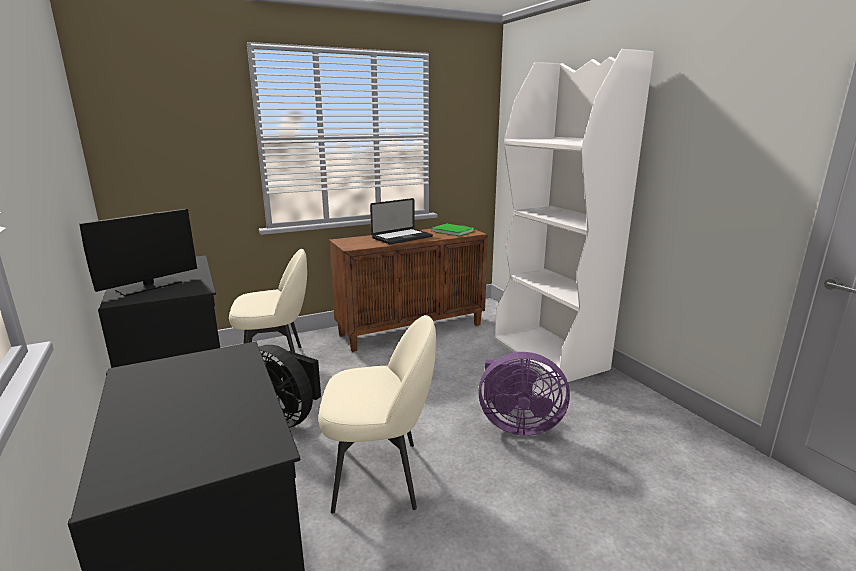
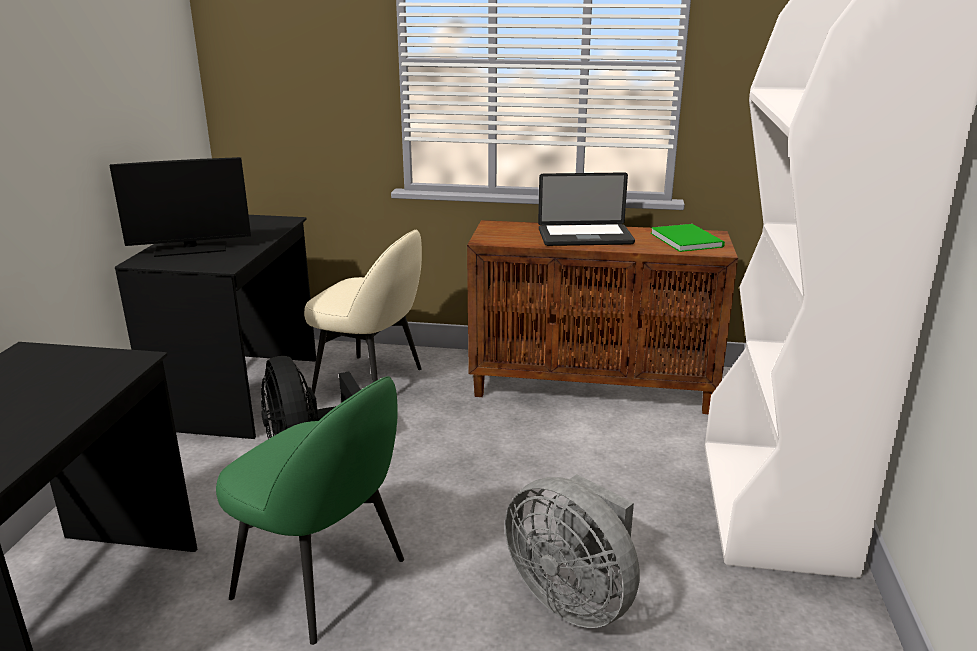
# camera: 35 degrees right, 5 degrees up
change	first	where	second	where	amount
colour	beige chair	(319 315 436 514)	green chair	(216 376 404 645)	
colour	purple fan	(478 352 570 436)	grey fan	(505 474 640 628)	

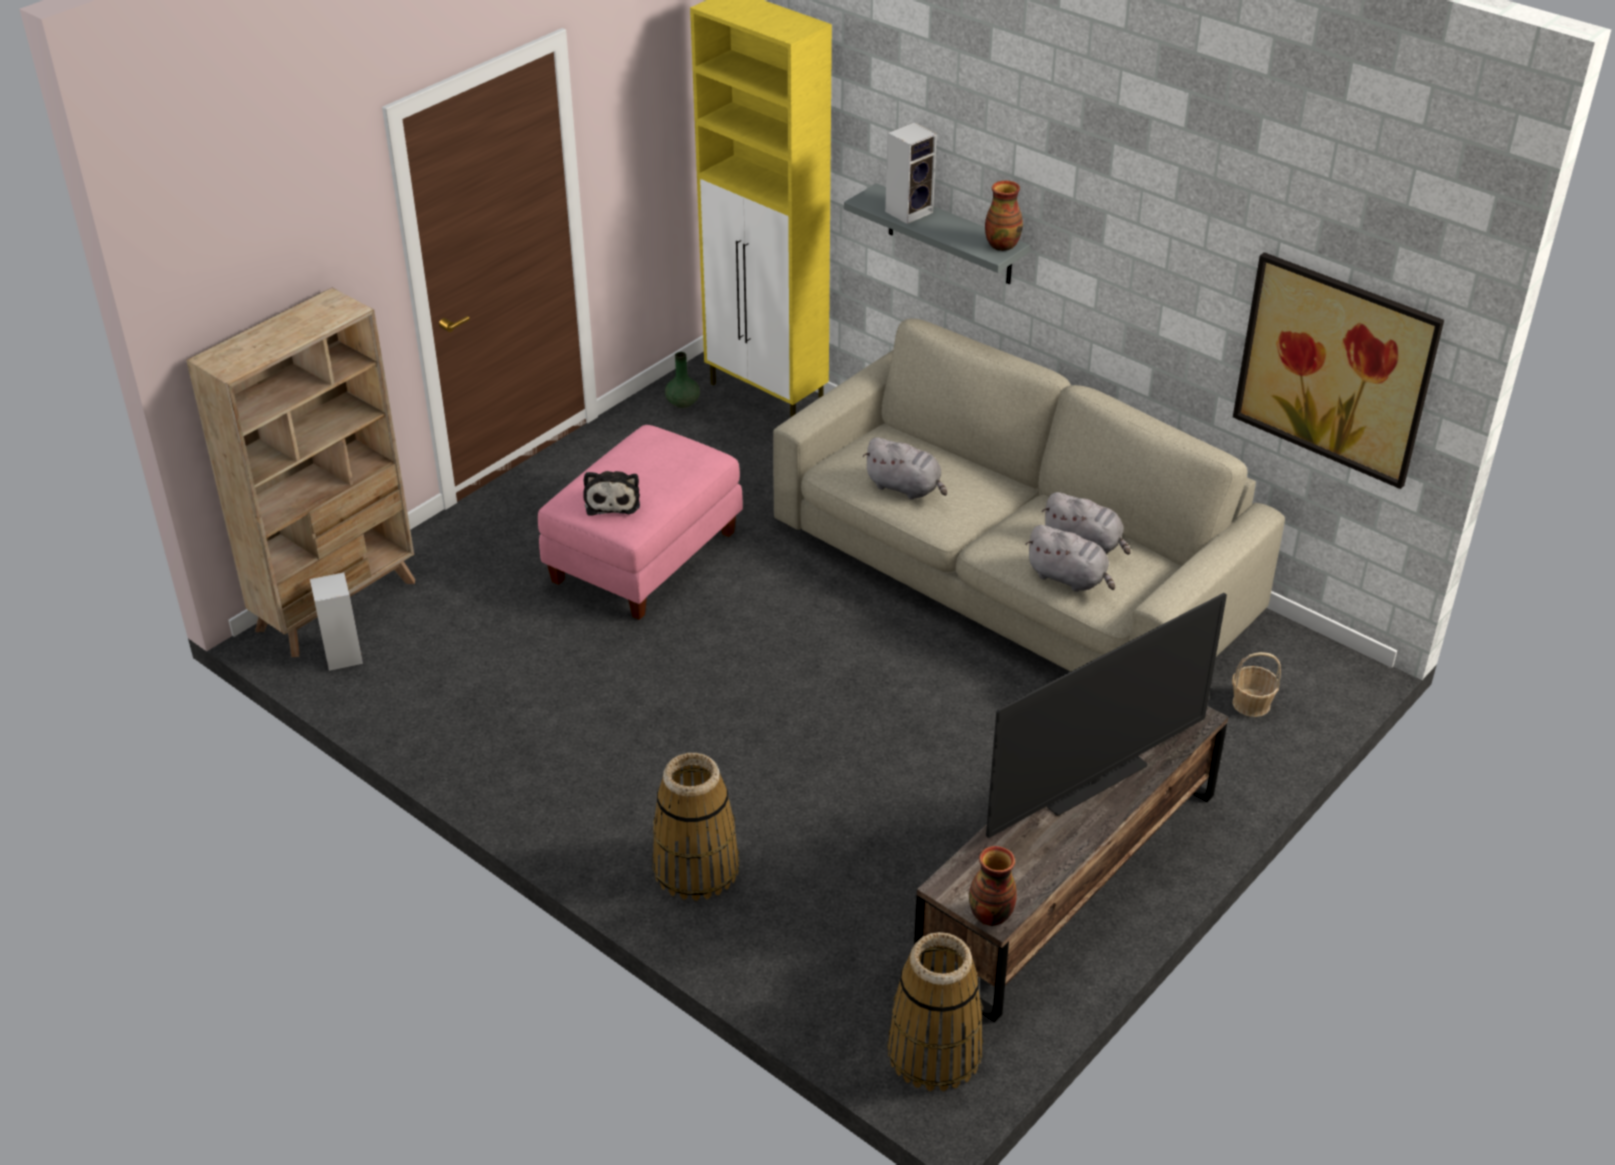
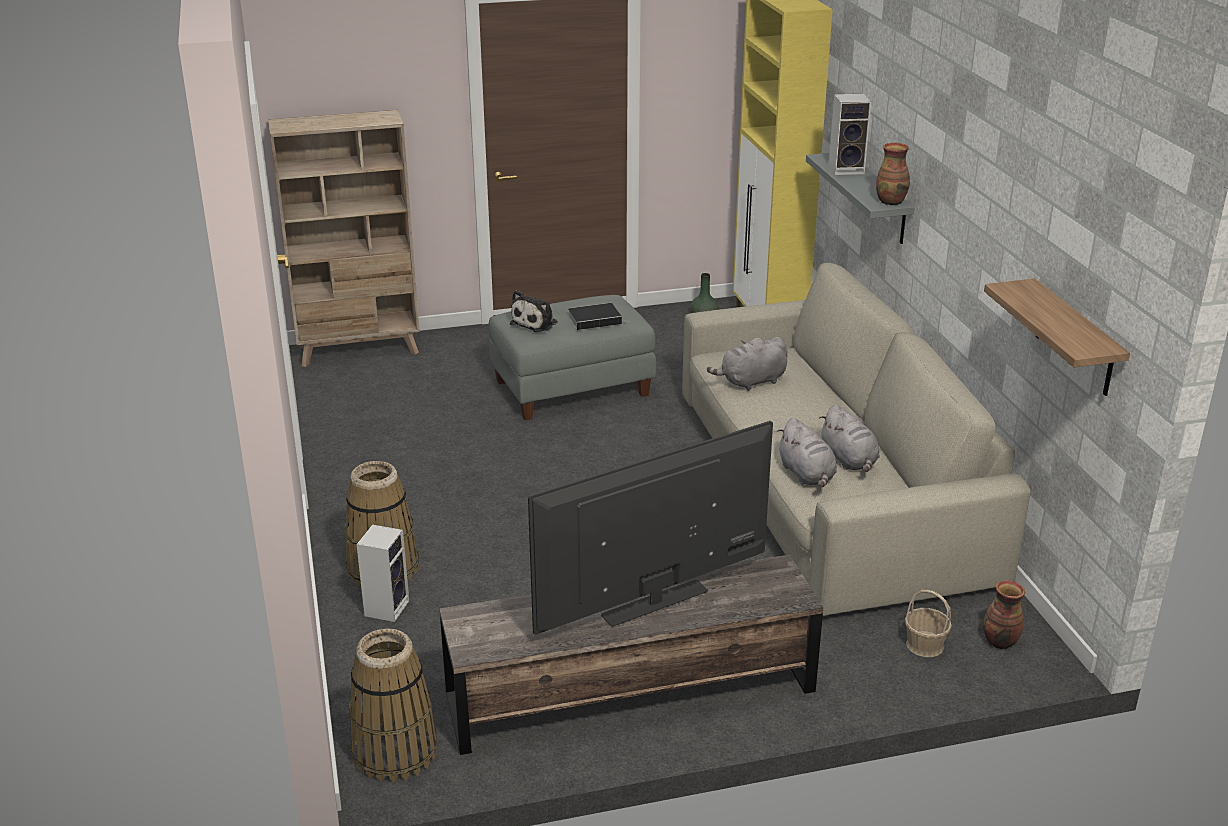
# camera: 35 degrees right, 10 degrees down
change	first	where	second	where	amount
relocated	speaker	(310 572 363 671)		(357 524 409 622)	
colour	pink ottoman	(538 425 743 620)	grey ottoman	(489 295 656 420)	
spun	television	(986 593 1227 838)		(528 421 773 635)	150 degrees clockwise
appeared			book	(568 303 628 330)	
spun	grey plush toy	(863 437 947 500)		(707 337 787 391)	90 degrees clockwise
relocated	vase	(969 846 1017 926)		(983 580 1025 649)	
exchanged	picture	(1233 252 1444 489)	shelf	(984 278 1130 396)	

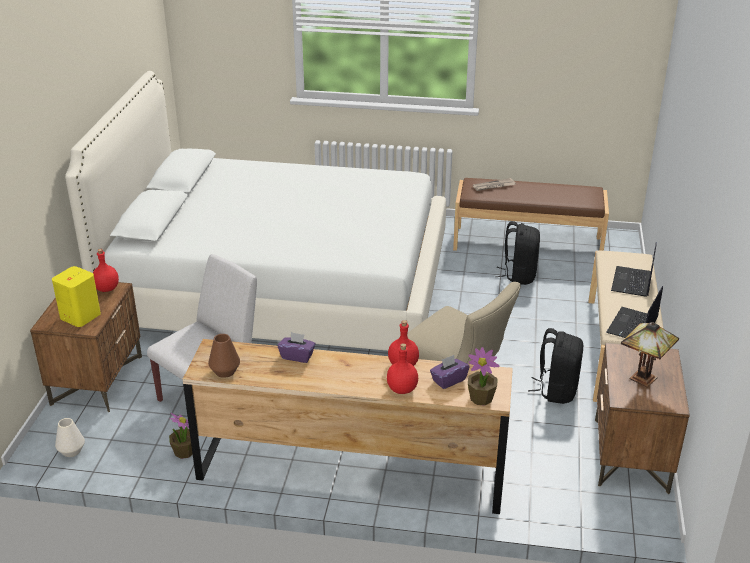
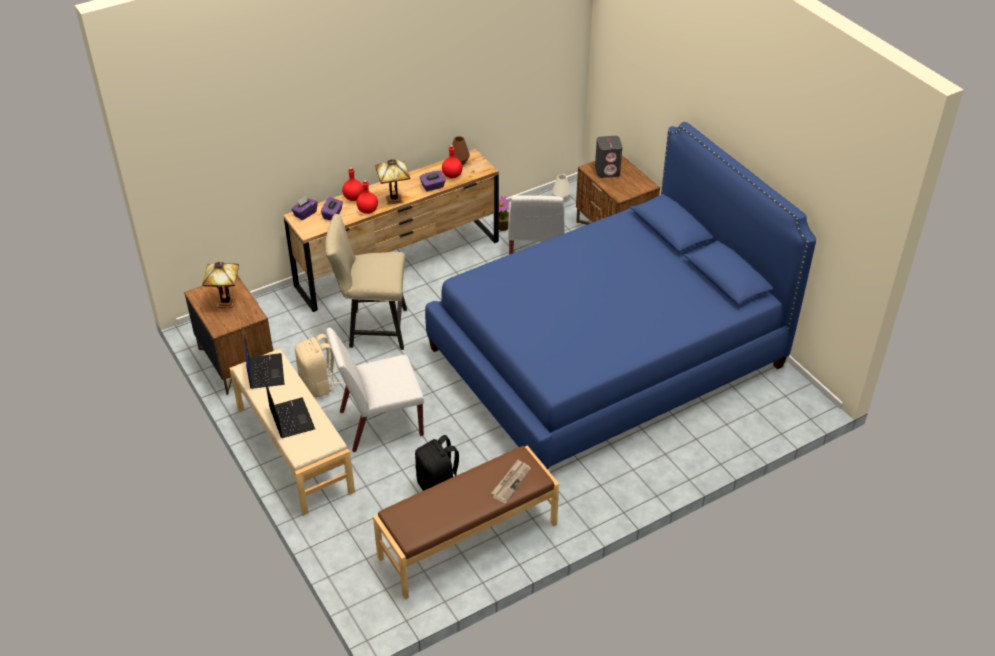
# camera: 140 degrees right, 10 degrees up
change	first	where	second	where	amount
exchanged	potted plant	(468 347 500 406)	purple tissue box	(291 196 318 220)	
colour	black backpack	(528 328 583 404)	beige backpack	(295 334 344 397)	
appeared			white chair	(326 328 424 452)	
appeared			table lamp	(375 159 410 204)	
colour	white bed	(65 71 446 351)	blue bed	(425 122 816 469)	
relocated	red bottle	(93 249 119 292)		(442 145 463 178)	
colour	yellow speaker	(52 266 101 327)	grey speaker	(595 136 622 178)	

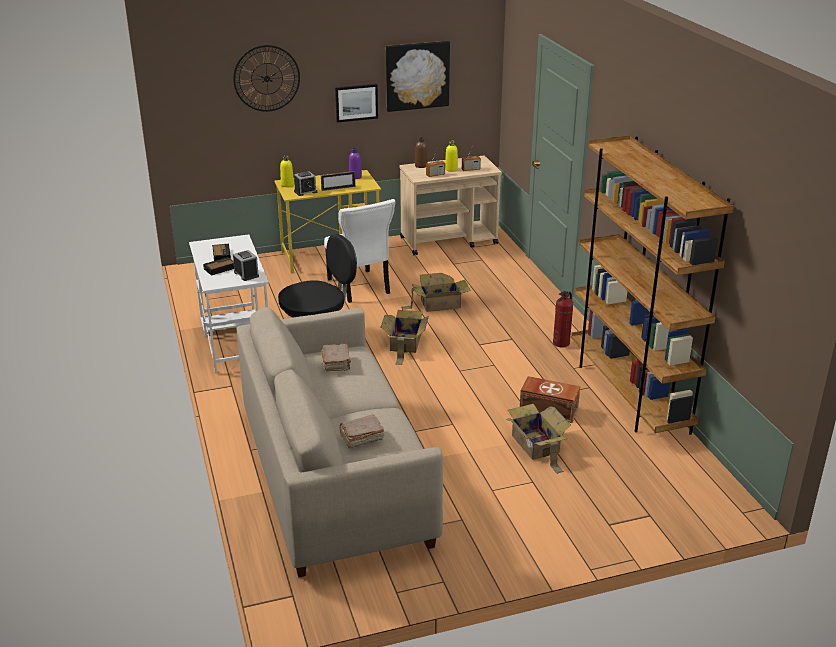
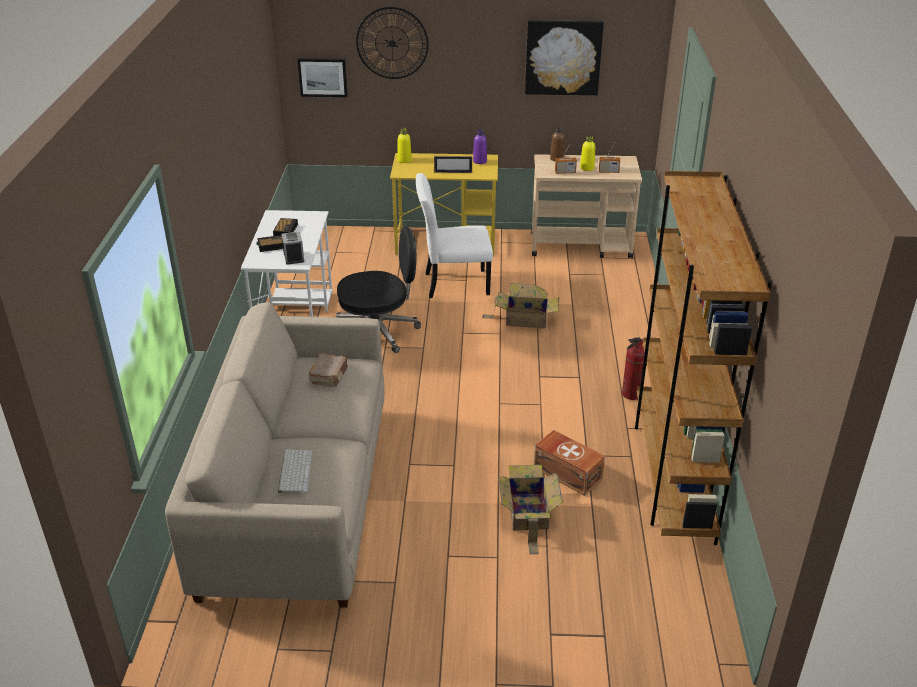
# camera: 20 degrees right, 5 degrees up
change	first	where	second	where	amount
exchanged	brown book	(339 415 384 448)	keyboard	(278 449 312 493)	
relocated	picture	(335 84 378 123)		(297 58 348 97)	
spun	white chair	(324 199 395 303)		(416 173 493 298)	90 degrees clockwise
missing	alarm clock	(294 171 317 196)			
missing	cardboard box	(381 310 429 365)			

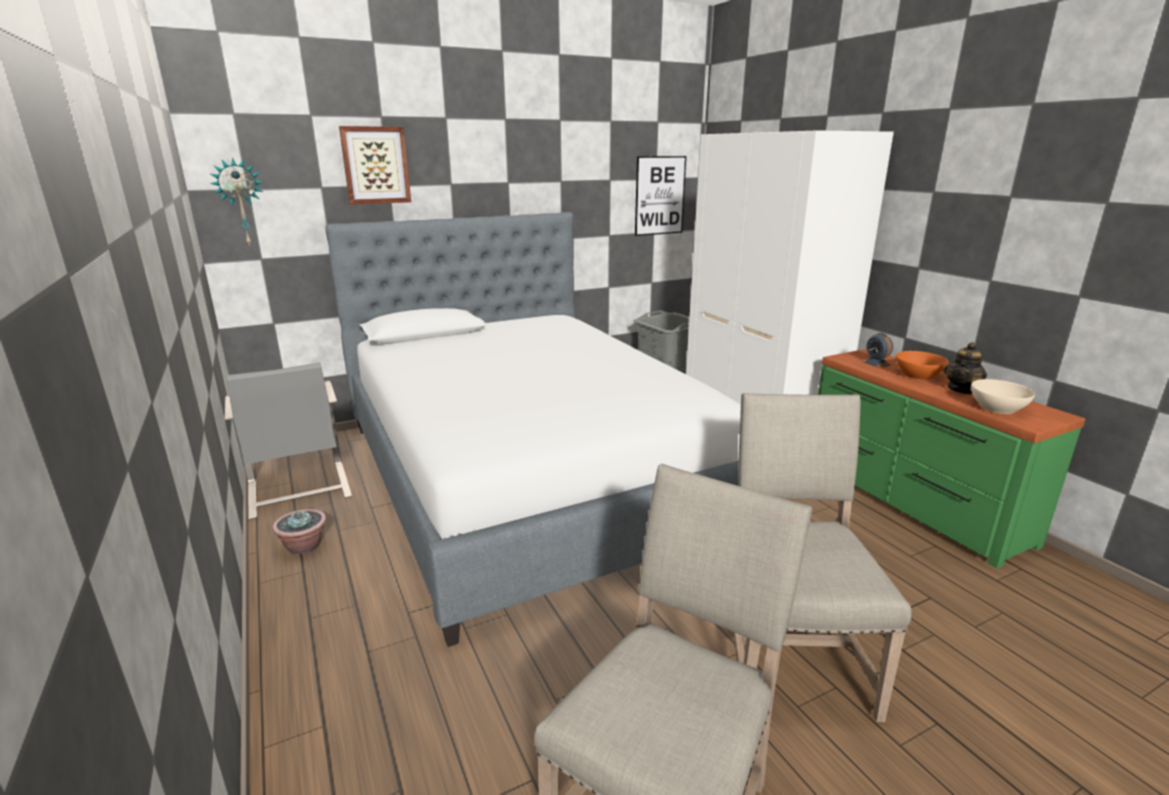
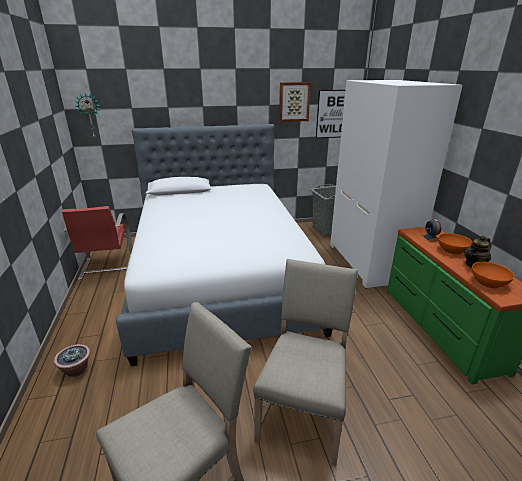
# camera: 15 degrees right, 5 degrees up
change	first	where	second	where	amount
relocated	potted plant	(272 509 326 555)		(54 344 90 377)	
colour	grey chair	(224 363 352 520)	red chair	(62 206 132 280)	
relocated	picture	(339 126 411 205)		(279 82 311 122)	
colour	beige bowl	(971 379 1035 414)	orange bowl	(472 262 514 288)	

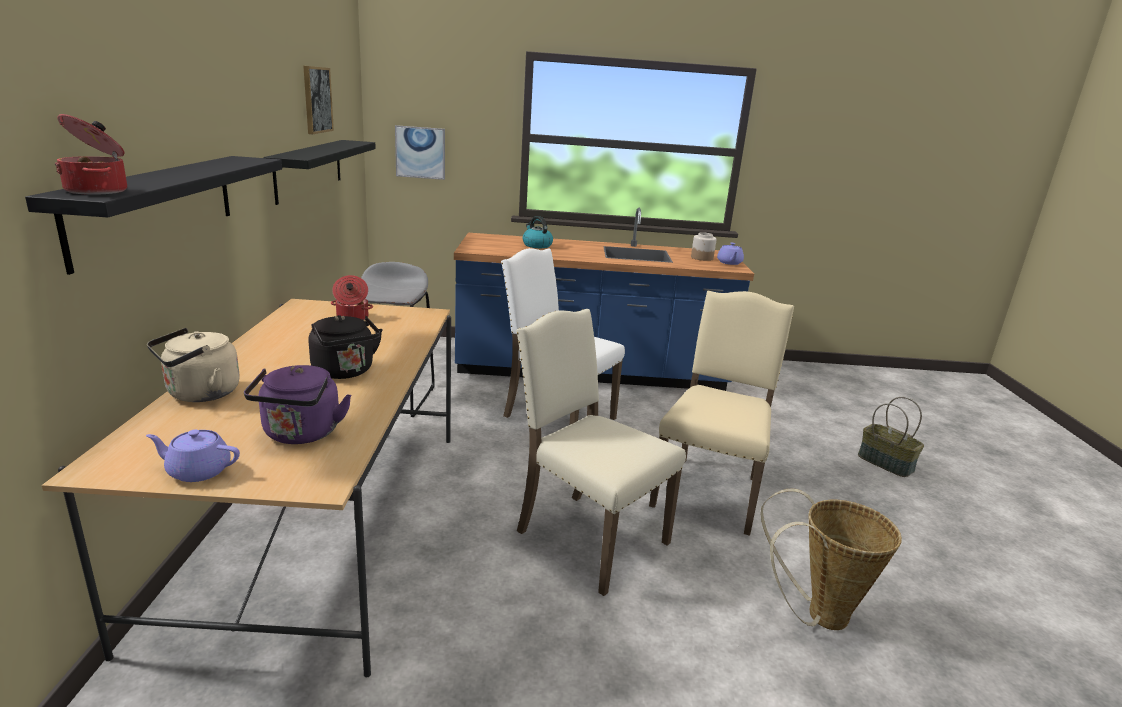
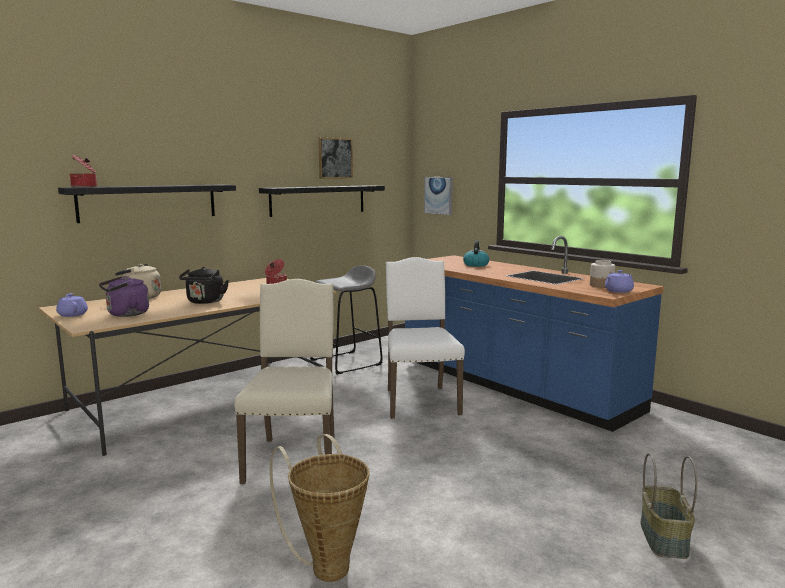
# camera: 50 degrees right, 10 degrees down
change	first	where	second	where	amount
missing	beige chair	(649 291 794 536)			

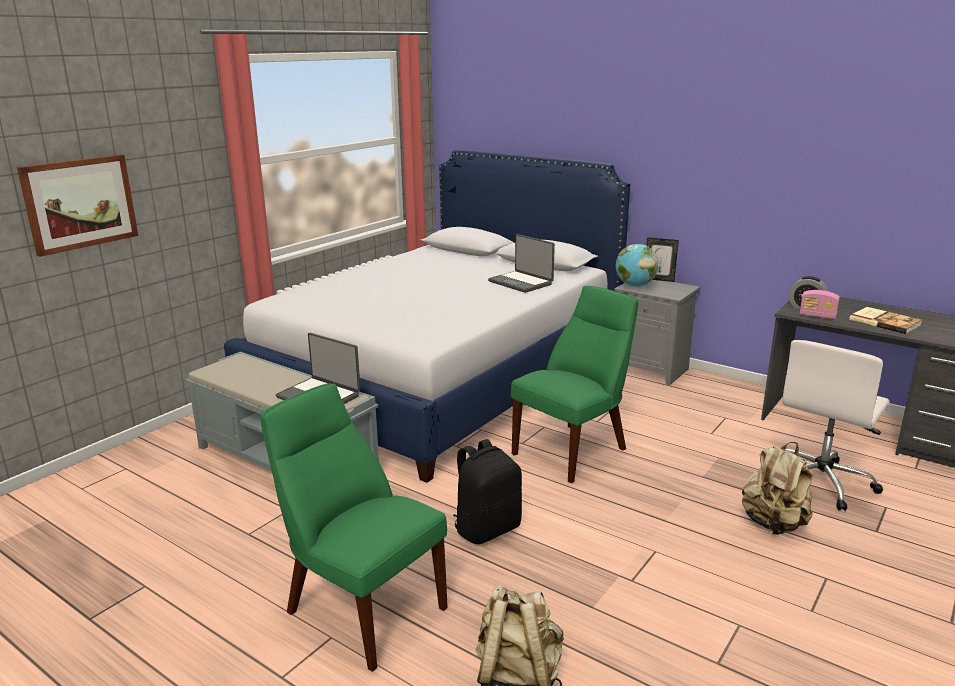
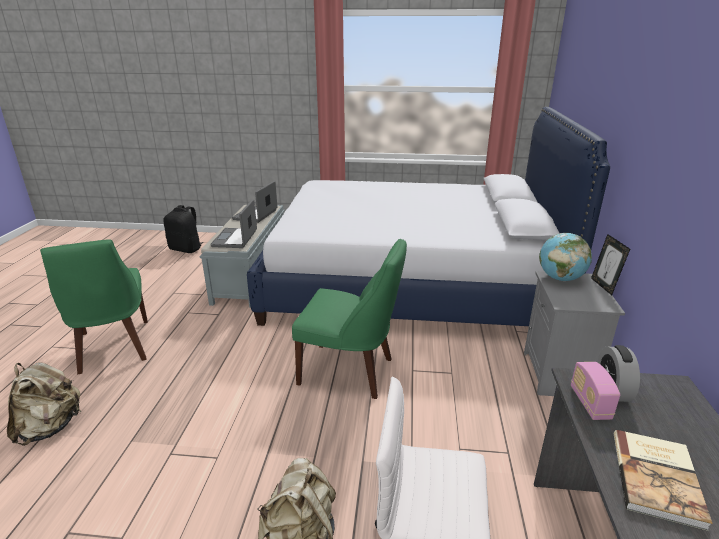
# camera: 60 degrees right, 5 degrees up
change	first	where	second	where	amount
spun	green chair	(260 383 448 672)		(40 239 148 374)	150 degrees clockwise
relocated	black backpack	(453 439 522 544)		(163 205 203 253)	
relocated	laptop	(488 234 555 293)		(232 181 277 223)	
missing	picture	(17 154 138 257)			

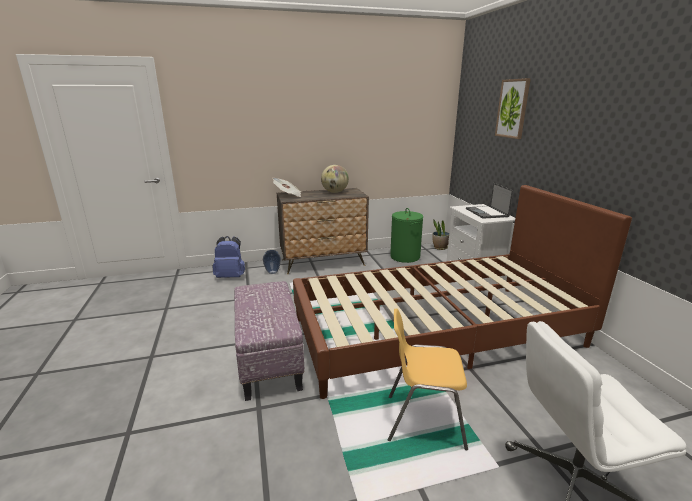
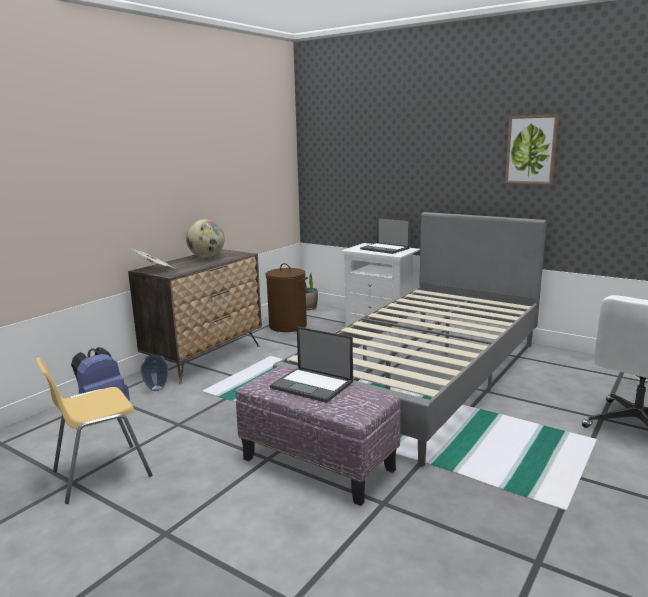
# camera: 40 degrees left, 5 degrees down
change	first	where	second	where	amount
relocated	yellow chair	(388 308 468 451)		(36 357 152 504)	
colour	green laundry basket	(390 208 423 263)	brown laundry basket	(265 263 308 332)	
appeared			laptop	(270 327 353 403)	
colour	brown bed	(293 185 632 399)	grey bed	(273 212 547 467)	
relocated	picture	(495 78 531 139)		(505 114 559 184)	

